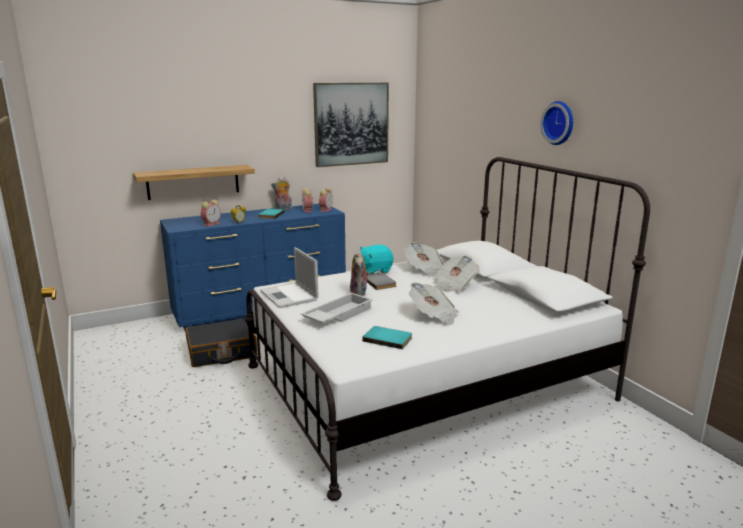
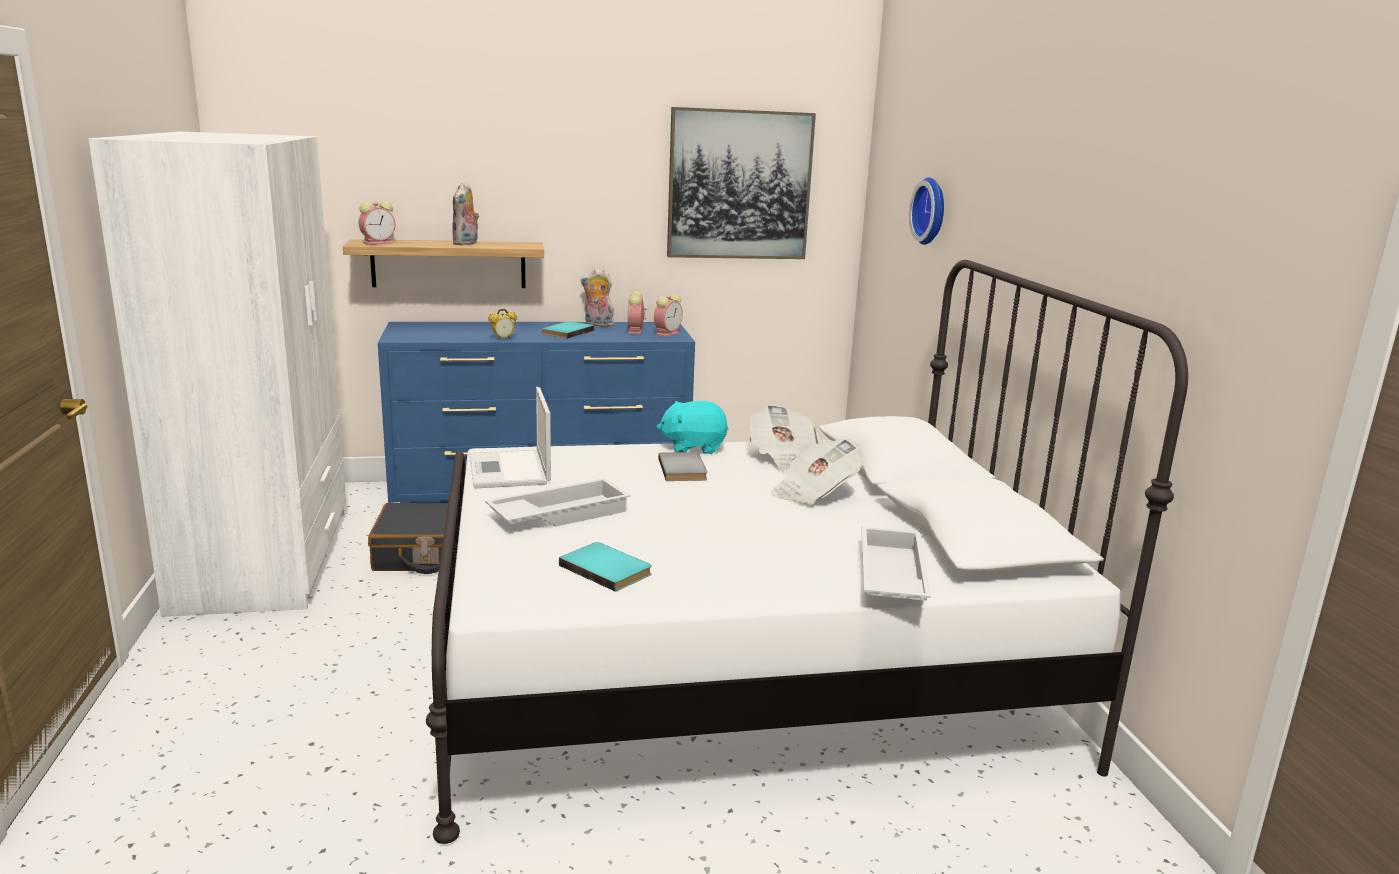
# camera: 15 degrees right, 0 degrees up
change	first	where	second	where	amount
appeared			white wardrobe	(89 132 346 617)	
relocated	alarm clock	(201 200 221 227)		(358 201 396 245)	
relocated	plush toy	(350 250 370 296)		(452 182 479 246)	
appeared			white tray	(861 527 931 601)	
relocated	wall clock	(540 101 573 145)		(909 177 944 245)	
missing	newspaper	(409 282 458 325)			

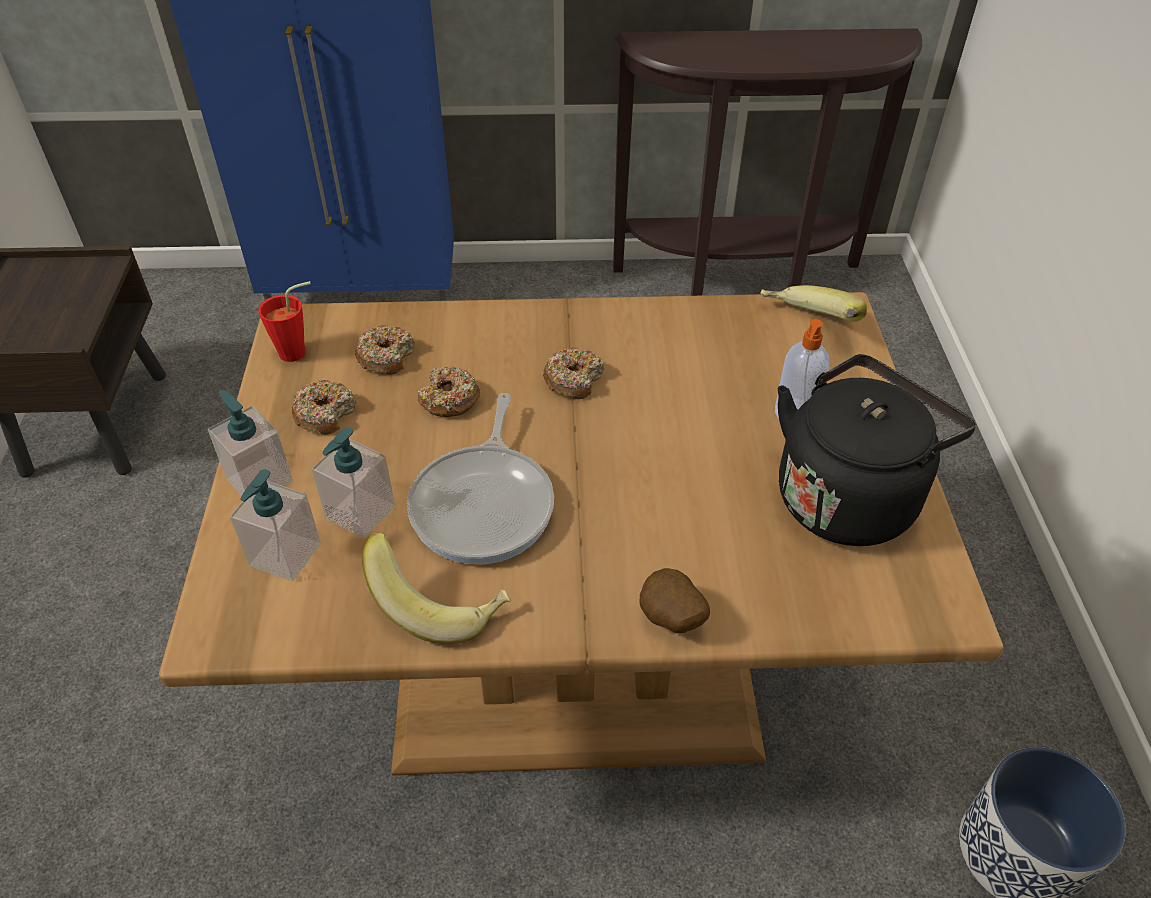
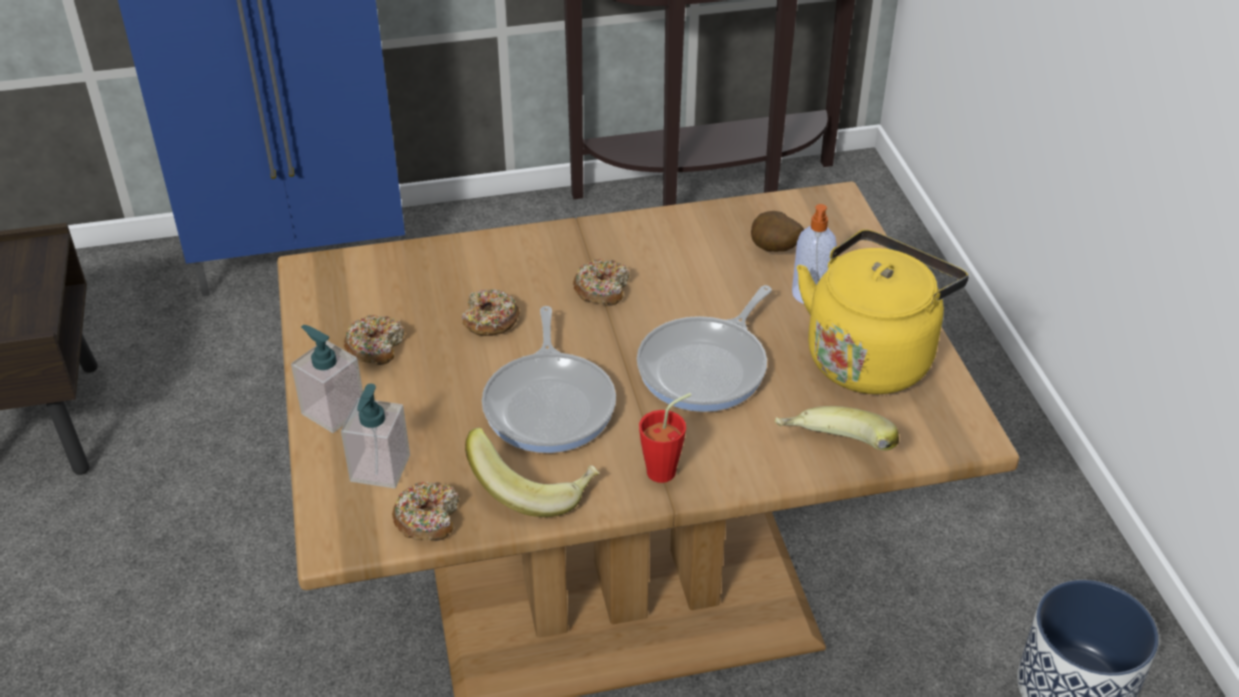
# camera: 10 degrees left, 5 degrees down
change	first	where	second	where	amount
relocated	donut	(355 325 415 375)		(392 482 459 541)	
appeared			frying pan	(637 285 772 412)	
relocated	red cup	(258 281 311 362)		(639 393 692 483)	
relocated	potato	(640 568 710 633)		(751 211 804 252)	
relocated	banana	(760 285 867 322)		(774 406 899 451)	
colour	black kettle	(778 354 976 546)	yellow kettle	(797 229 968 394)	
missing	soap dispenser	(312 427 395 538)			

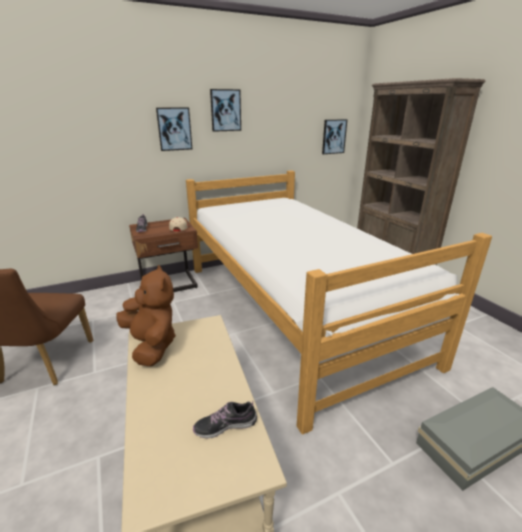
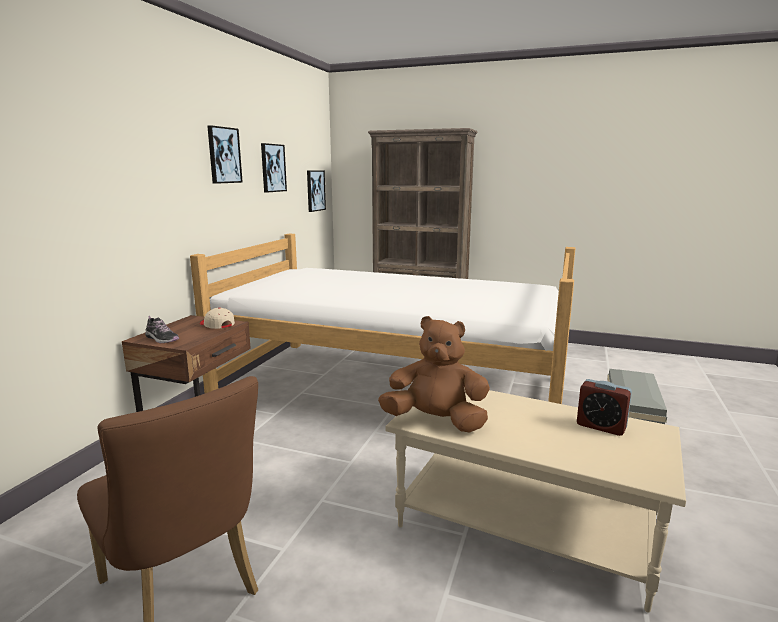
# camera: 45 degrees left, 10 degrees down
change	first	where	second	where	amount
relocated	picture	(156 107 192 151)		(261 143 287 193)	
exchanged	shoe	(193 401 257 438)	alarm clock	(577 379 632 436)	

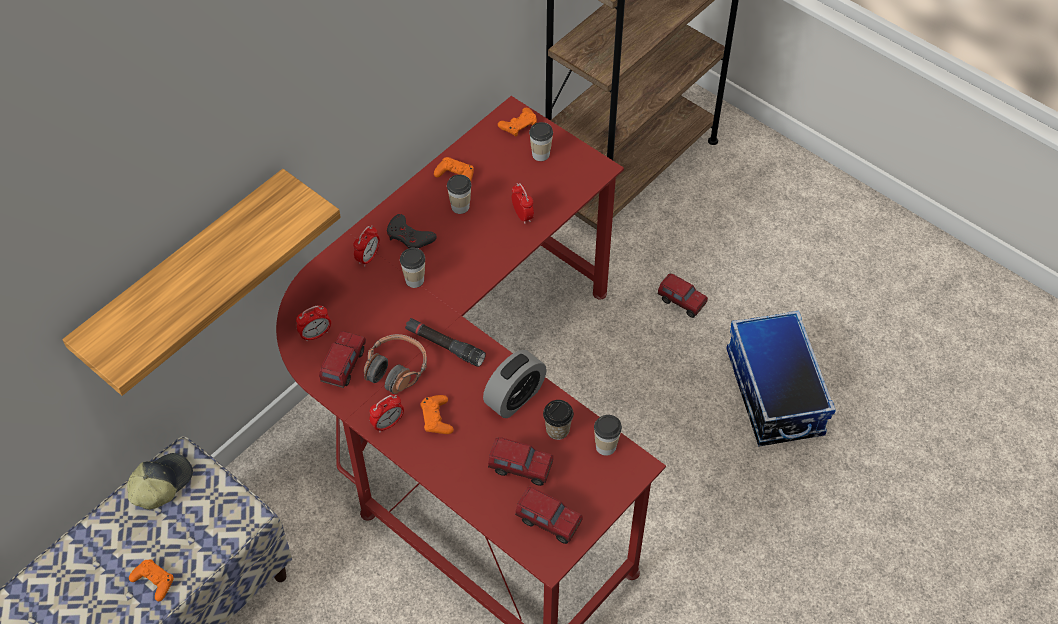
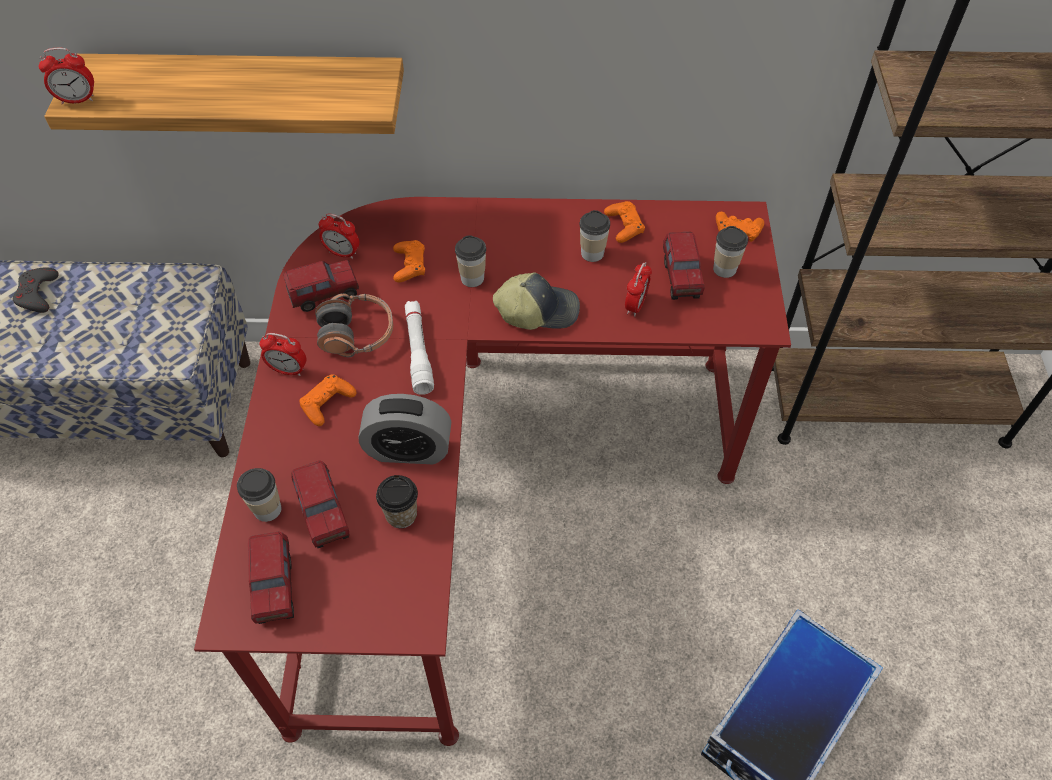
# camera: 50 degrees right, 0 degrees up
change	first	where	second	where	amount
relocated	grey game controller	(387 214 437 248)		(13 267 59 313)	
relocated	alarm clock	(353 225 380 267)		(39 48 94 105)	
relocated	cup	(594 415 622 456)		(237 468 281 522)	
relocated	orange game controller	(129 559 174 601)		(393 240 425 282)	
colour	black flashlight	(405 318 486 367)	white flashlight	(405 301 434 395)	
relocated	cap	(127 453 193 510)		(493 272 580 330)	
relocated	toy truck	(657 274 708 318)		(663 232 705 300)	

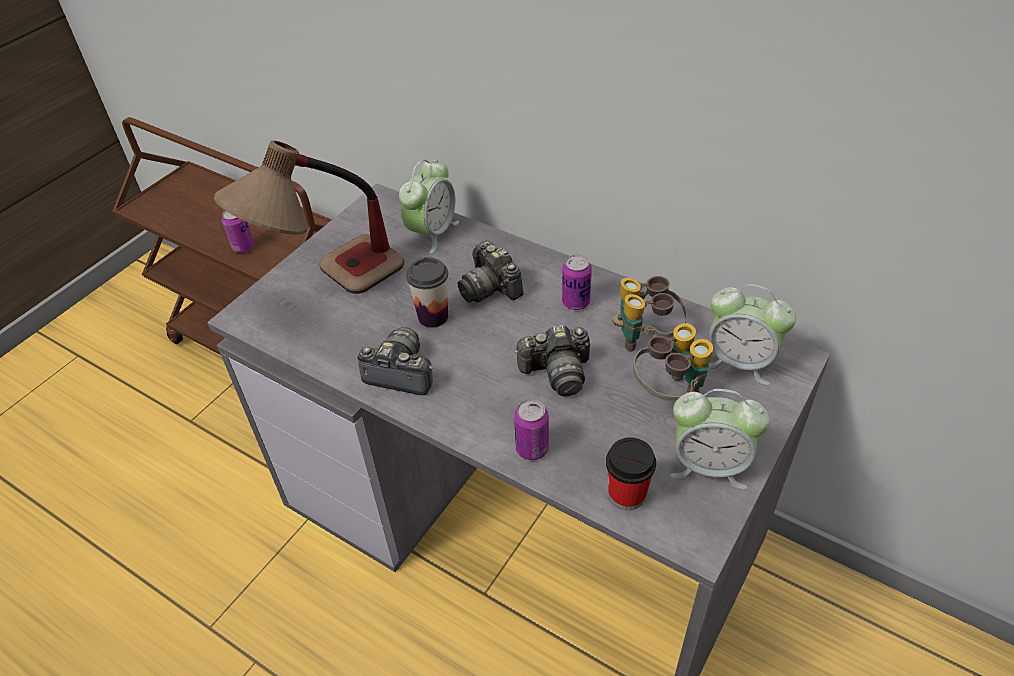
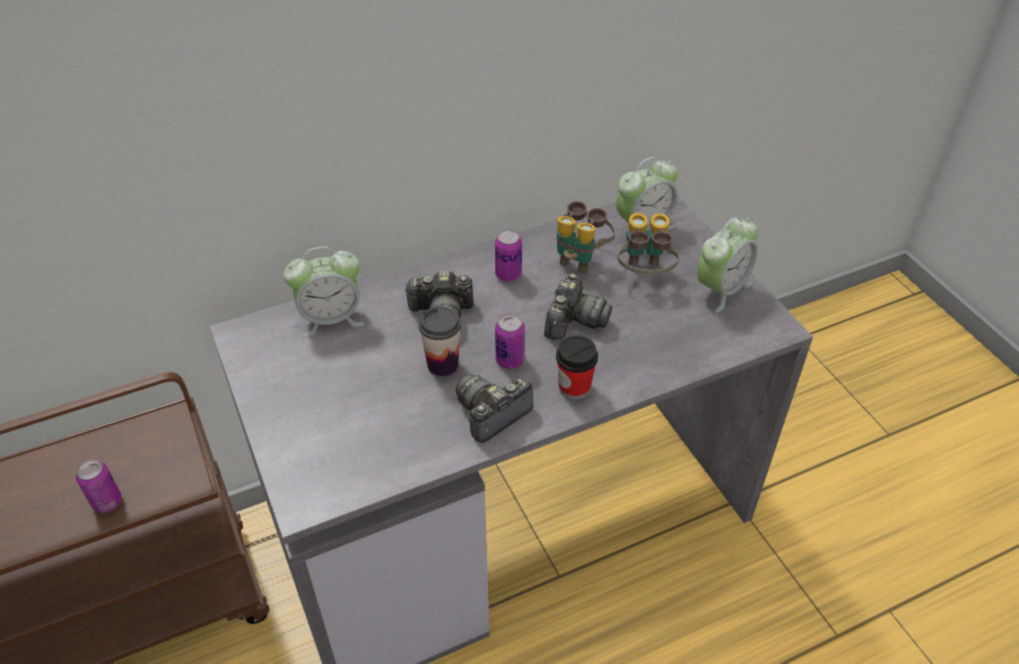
# camera: 60 degrees left, 0 degrees up
change	first	where	second	where	amount
spun	alarm clock	(399 159 459 254)		(284 246 364 337)	105 degrees clockwise
relocated	can	(514 399 549 460)		(495 314 525 369)	
relocated	cup	(606 437 656 510)		(556 335 598 400)	
missing	table lamp	(214 141 404 294)			

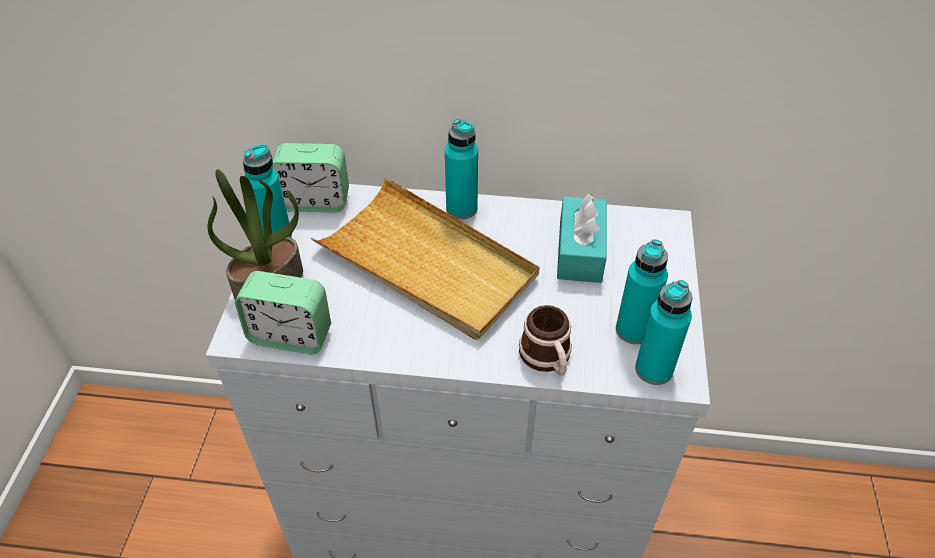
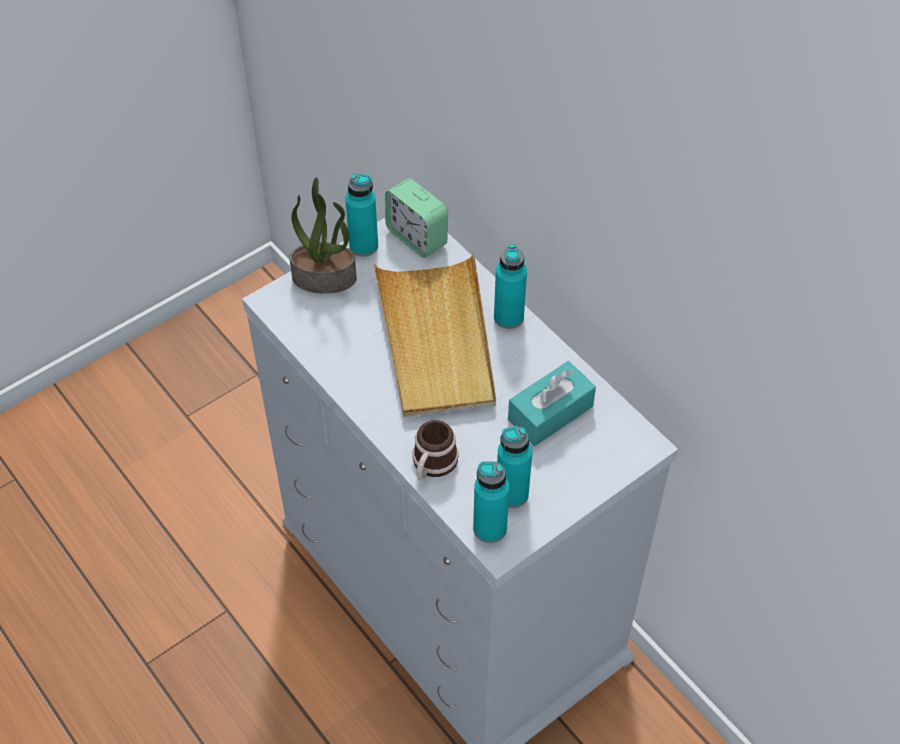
# camera: 45 degrees right, 5 degrees up
change	first	where	second	where	amount
missing	alarm clock	(235 271 331 354)			

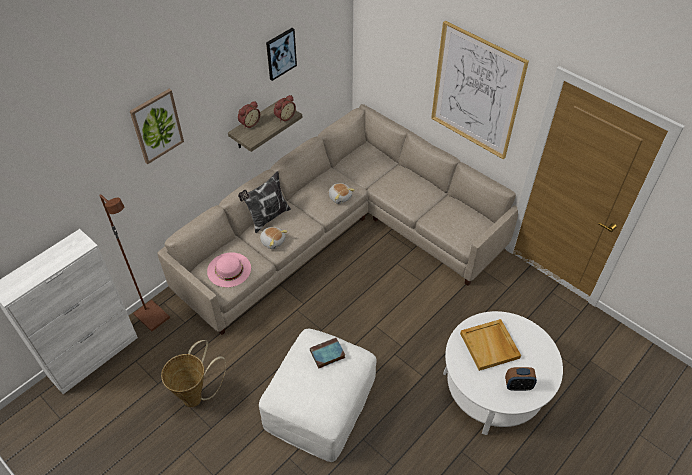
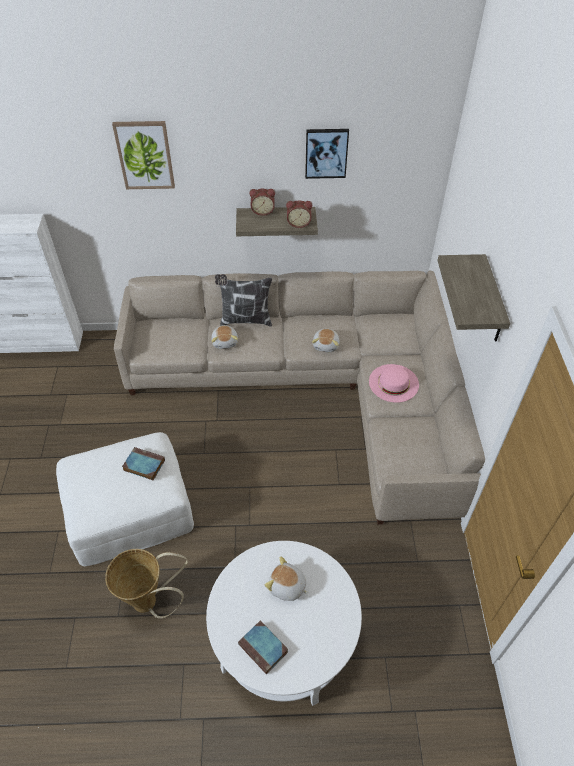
# camera: 45 degrees right, 0 degrees up
change	first	where	second	where	amount
relocated	basket	(161 340 226 407)		(105 549 188 618)	
exchanged	alarm clock	(505 367 537 391)	book	(238 621 288 674)	
exchanged	beige tray	(460 319 521 371)	plush toy	(265 557 309 601)	
relocated	pink hat	(207 252 251 287)		(369 364 419 403)	
exchanged	picture	(431 21 529 160)	shelf	(437 254 511 342)	
missing	brown floor lamp	(99 194 170 332)			

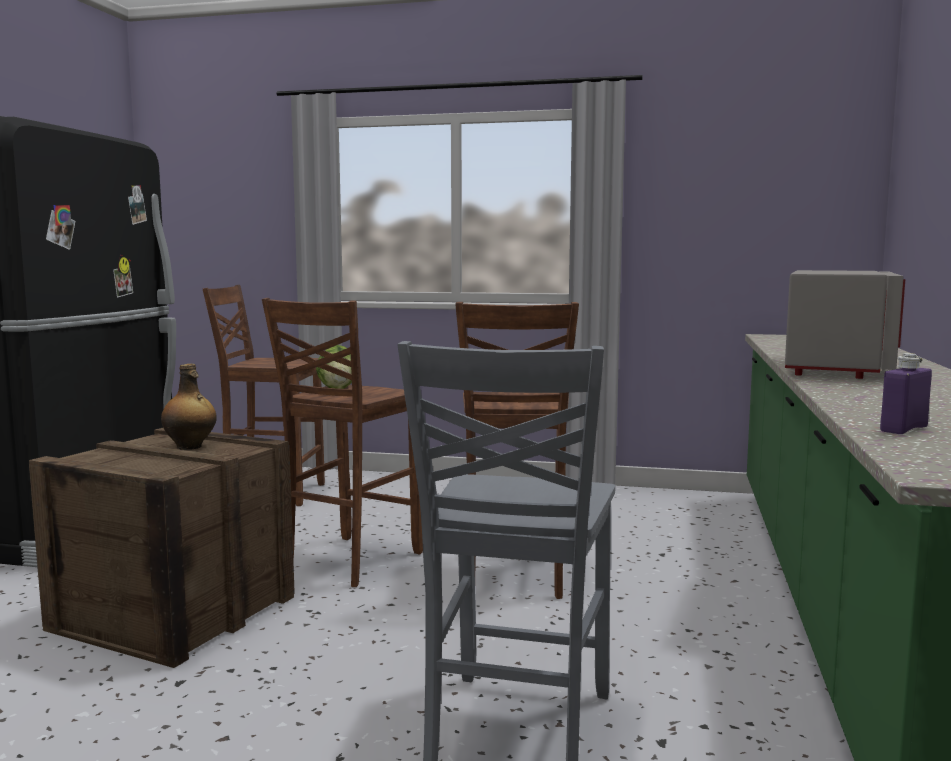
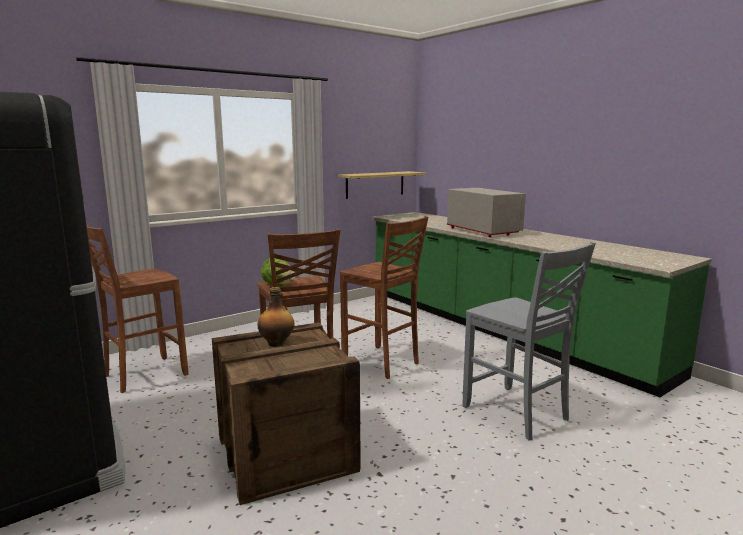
# camera: 50 degrees left, 5 degrees up
change	first	where	second	where	amount
appeared			shelf	(338 171 426 199)	
missing	purple bottle	(880 353 932 434)			

